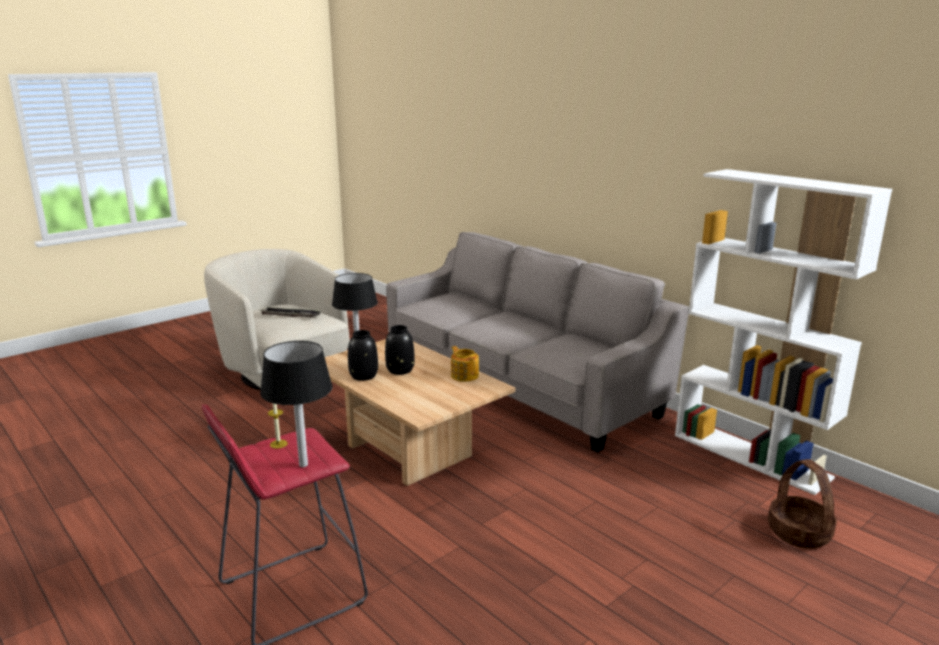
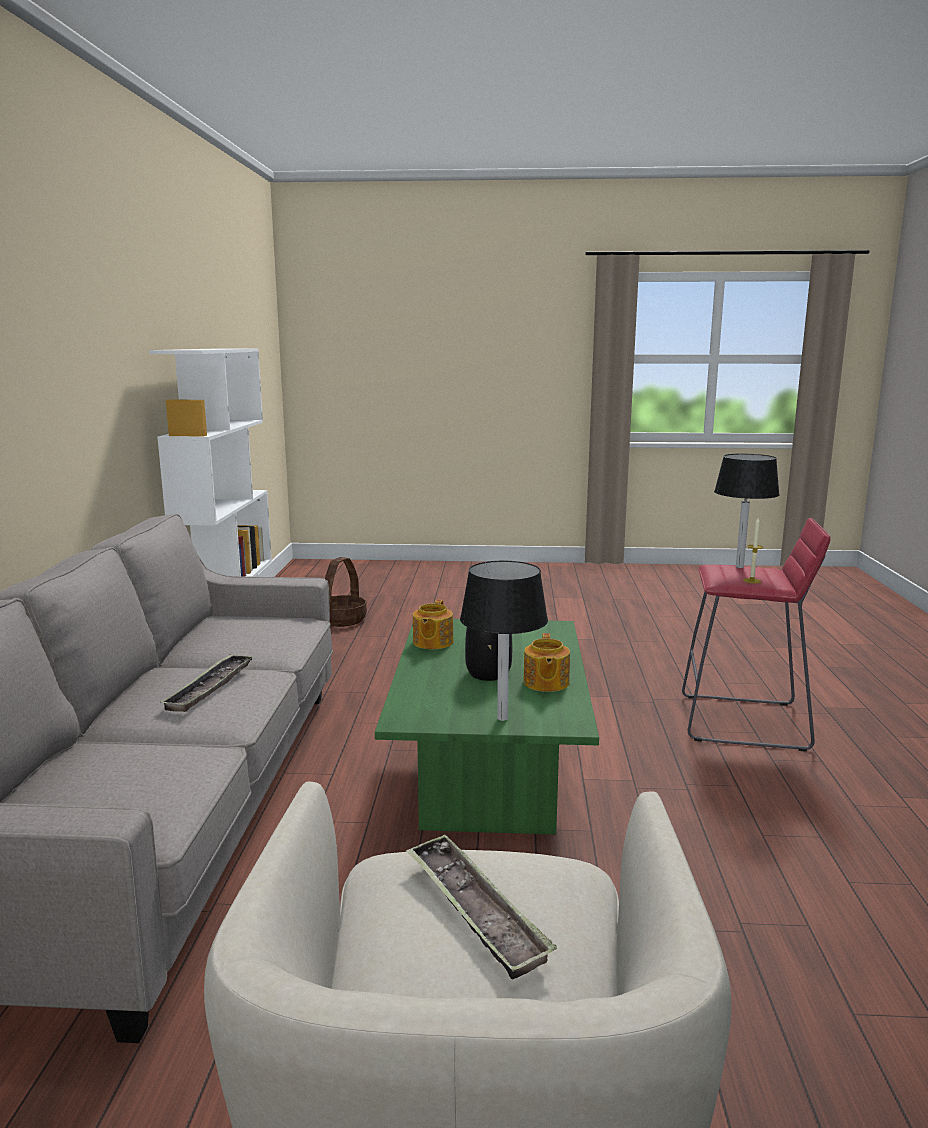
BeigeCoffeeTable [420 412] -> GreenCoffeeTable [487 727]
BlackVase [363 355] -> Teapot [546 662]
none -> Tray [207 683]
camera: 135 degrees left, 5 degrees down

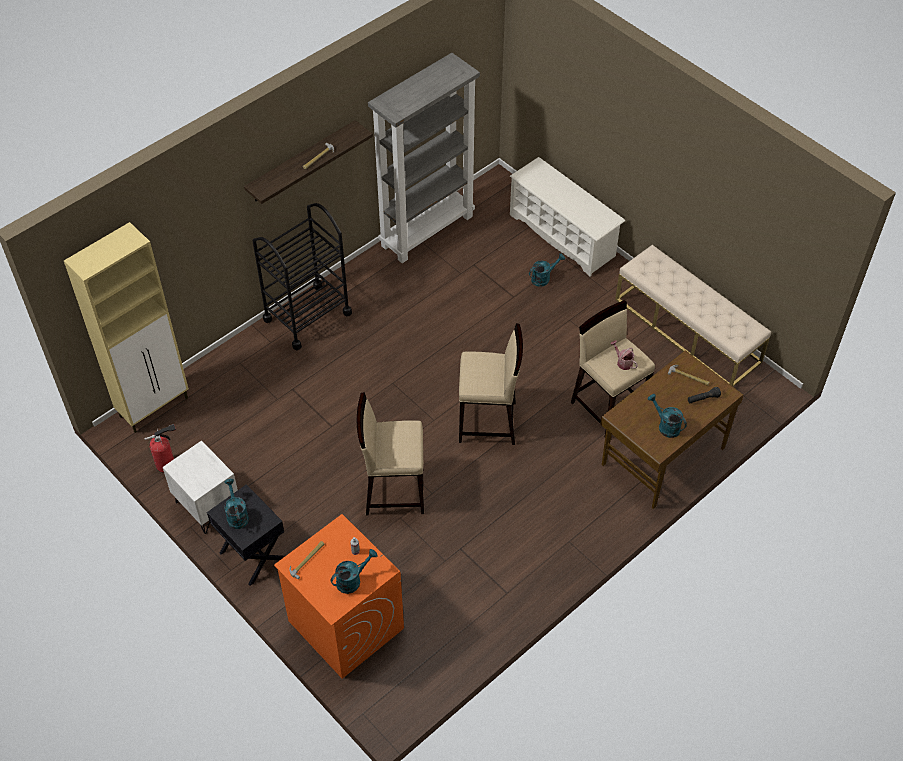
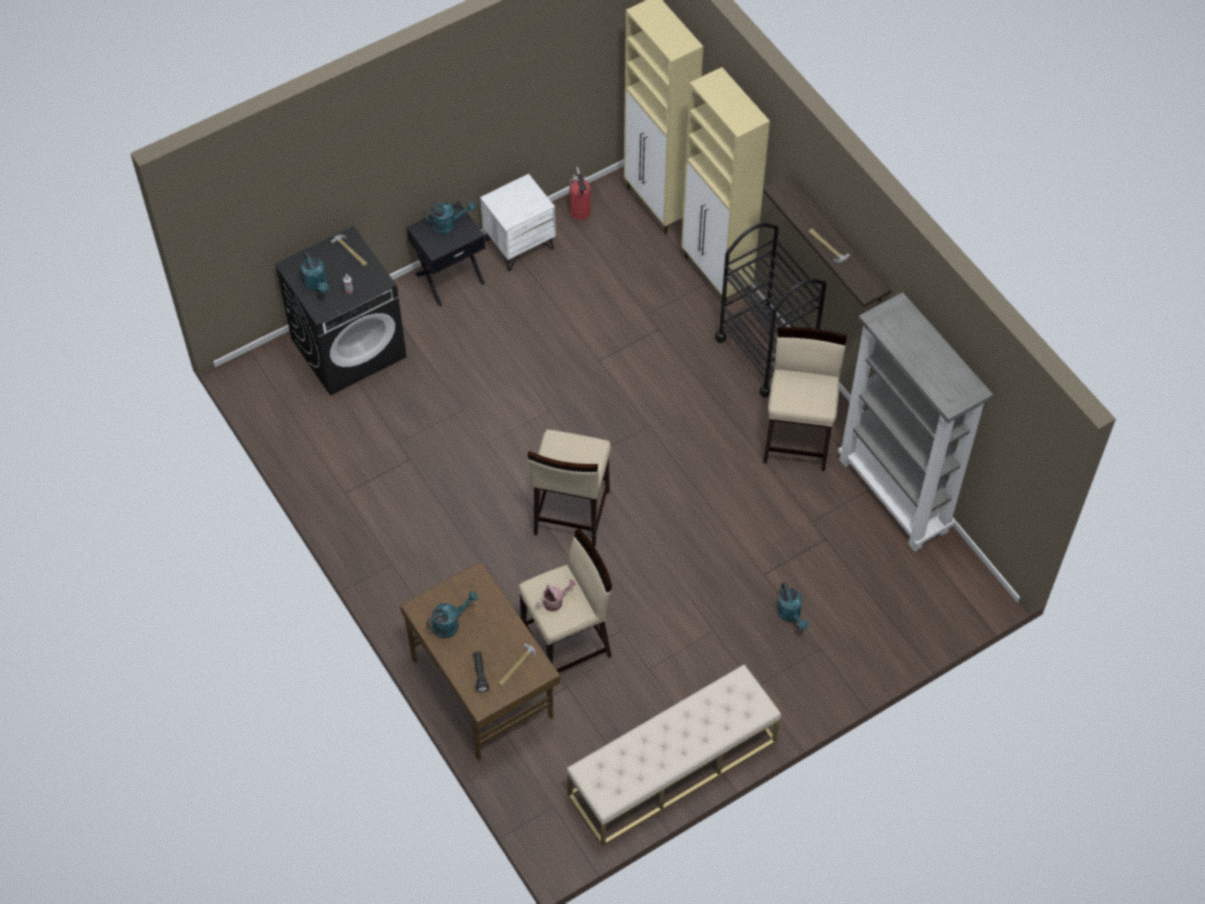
OrangeWashingMachine [339 596] -> BlackWashingMachine [341 311]
BeigeStool [390 453] -> BeigeStool [805 399], move
WhiteShoeRack [567 217] -> none
none -> BeigeCabinet [725 185]
camera: 100 degrees right, 5 degrees up

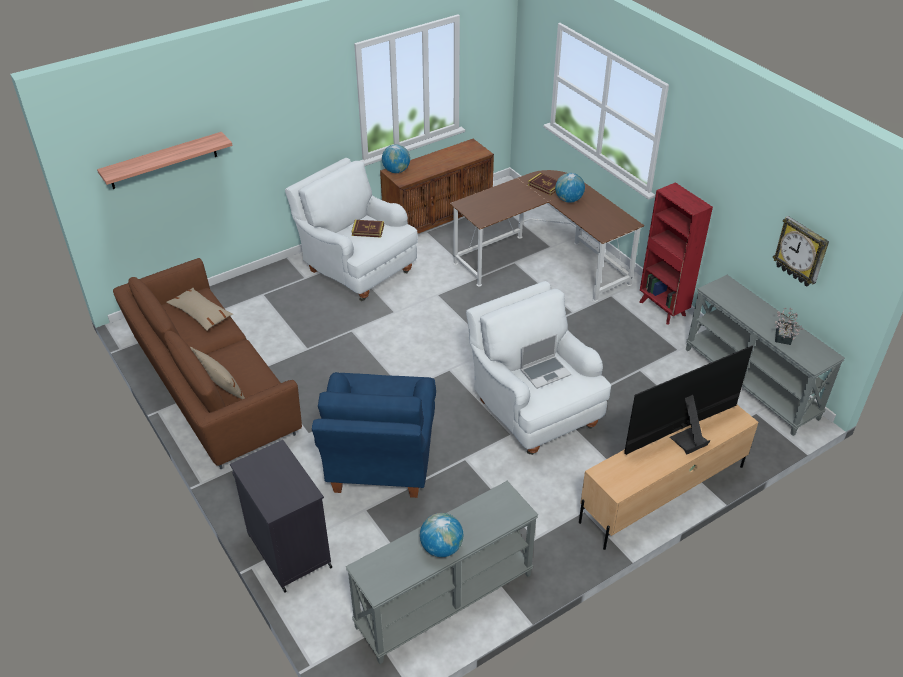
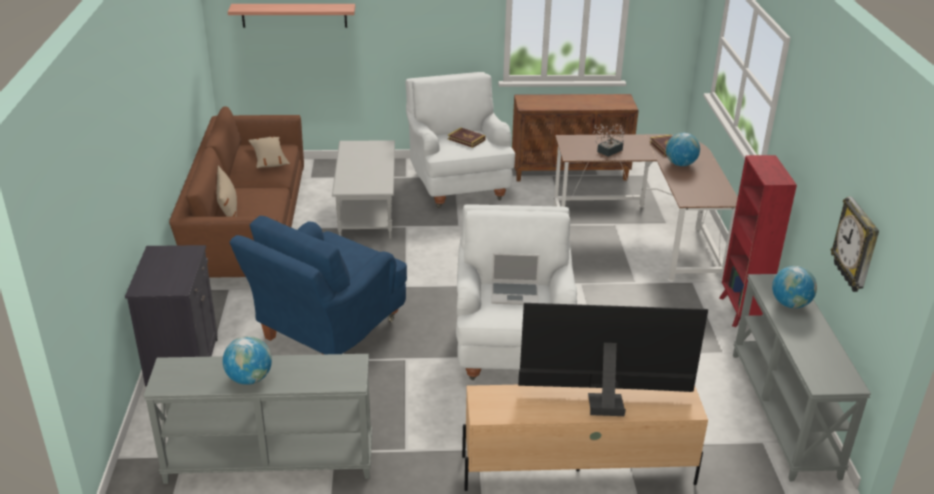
Globe [396 158] -> Globe [794 287], move
PottedPlant [789 326] -> PottedPlant [609 140], move
none -> GreyCoffeeTable [363 189]
camera: 30 degrees right, 10 degrees down

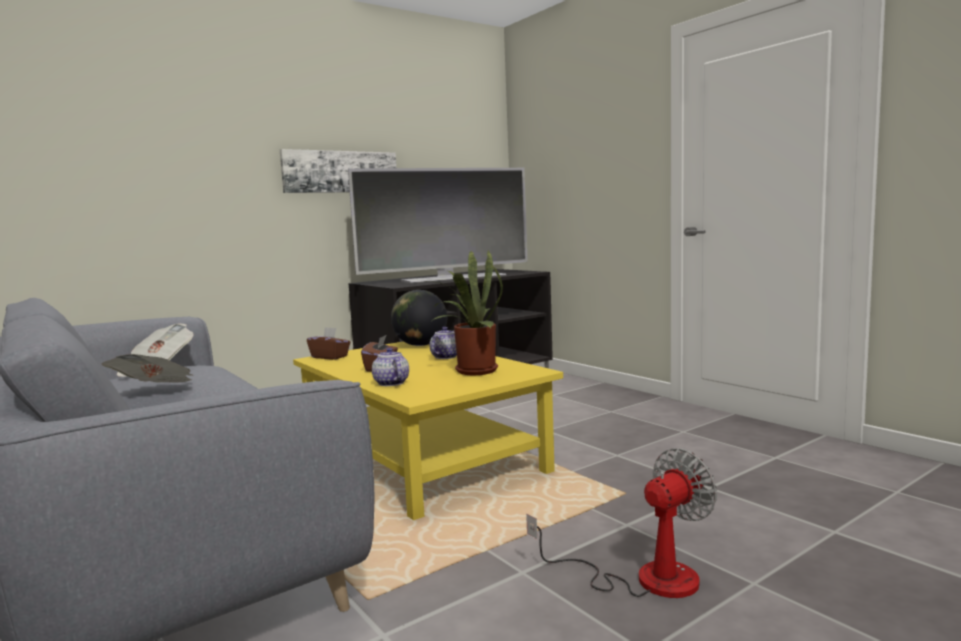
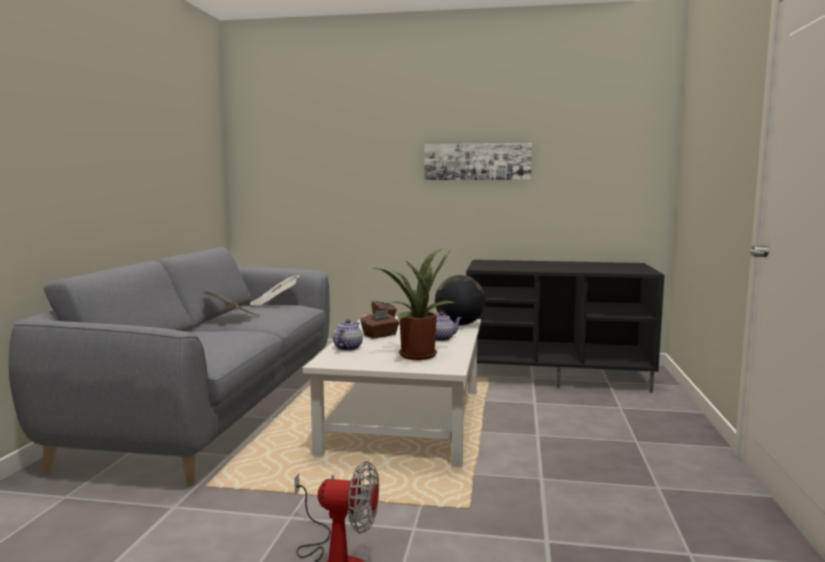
YellowCoffeeTable [428 430] -> WhiteCoffeeTable [392 391]
Television [438 226] -> none
camera: 45 degrees right, 0 degrees up

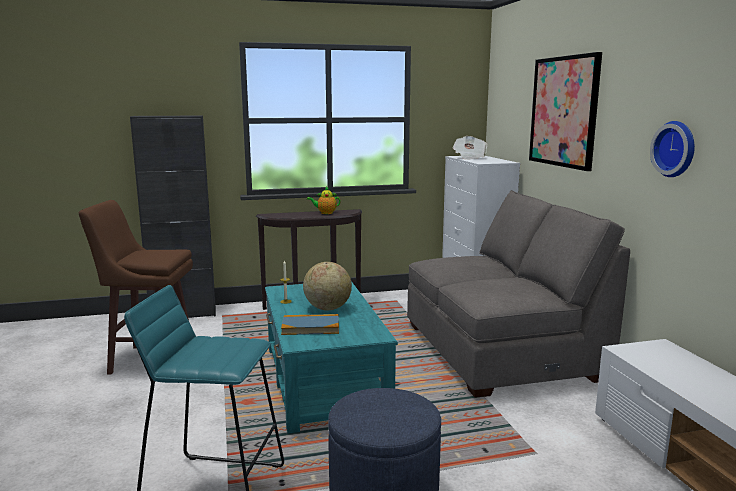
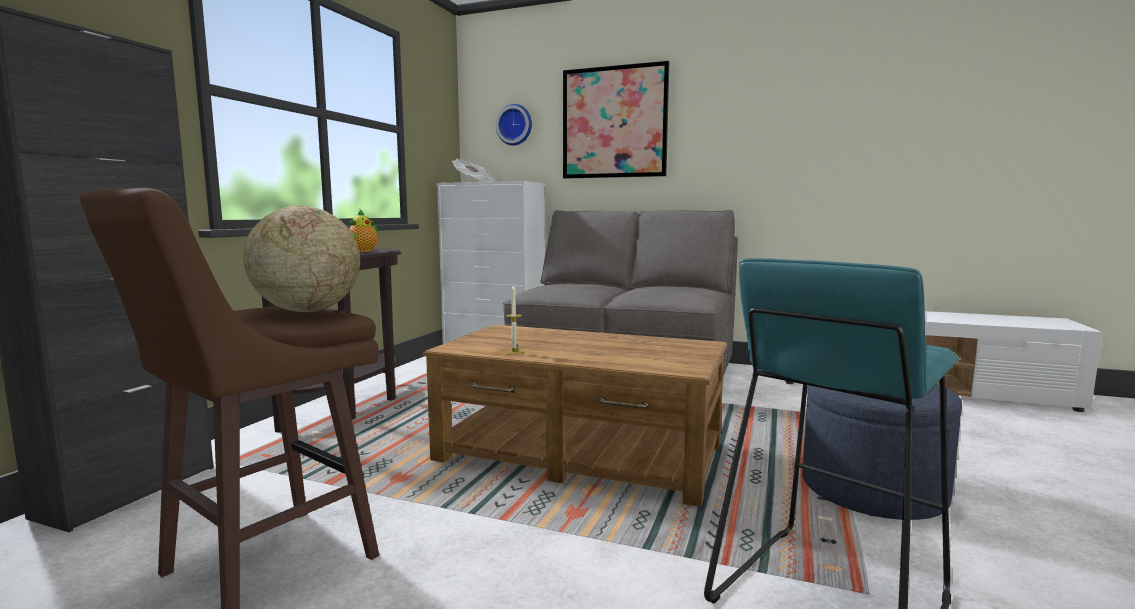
TurquoiseCoffeeTable [331 357] -> BrownCoffeeTable [575 416]
Book [310 324] -> none
Globe [327 286] -> Globe [301 259], move
WallClock [672 149] -> WallClock [514 124], move
camera: 55 degrees left, 5 degrees down

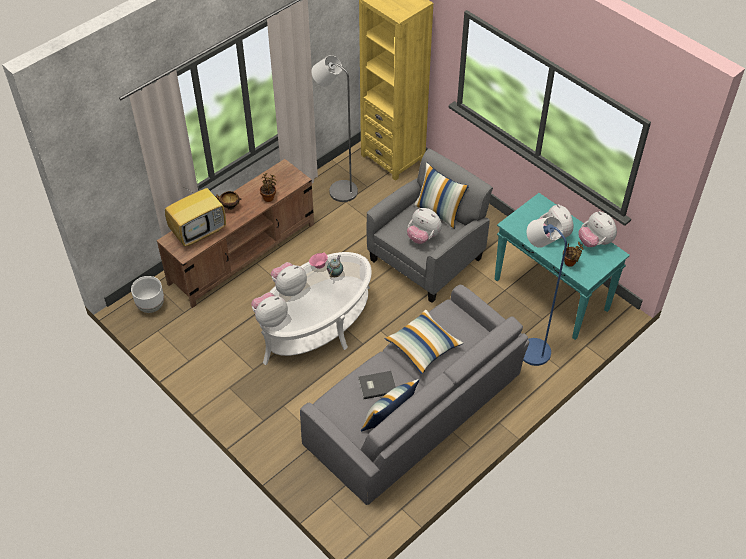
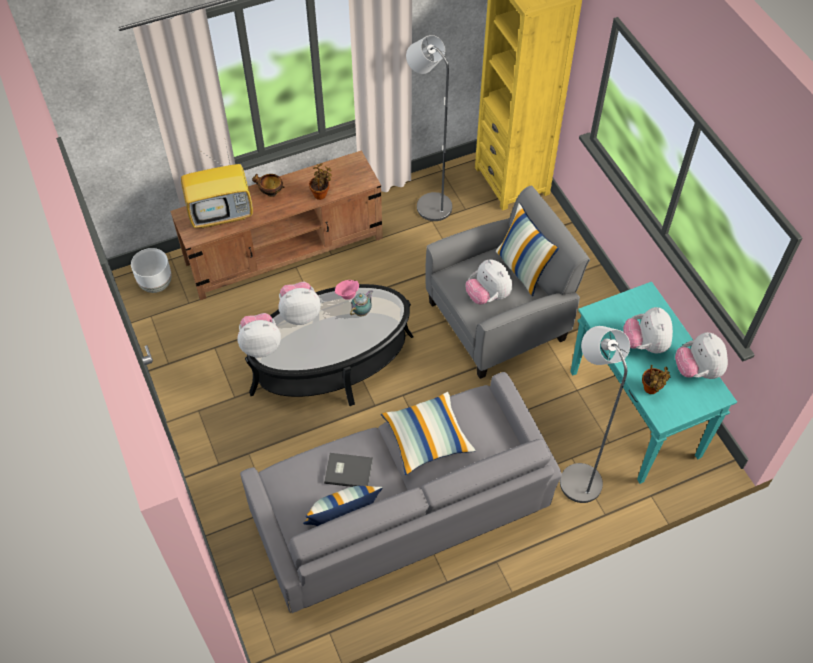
WhiteCoffeeTable [316 308] -> BlackCoffeeTable [329 345]
BlueFloorLamp [545 291] -> GreyFloorLamp [595 414]
camera: 20 degrees right, 5 degrees up

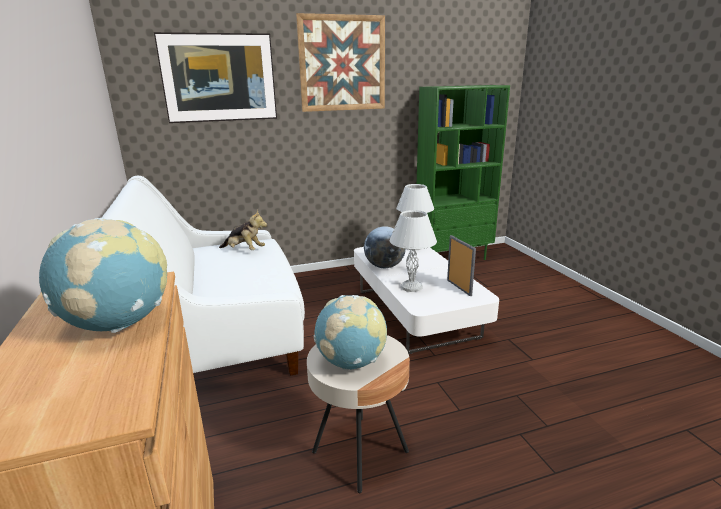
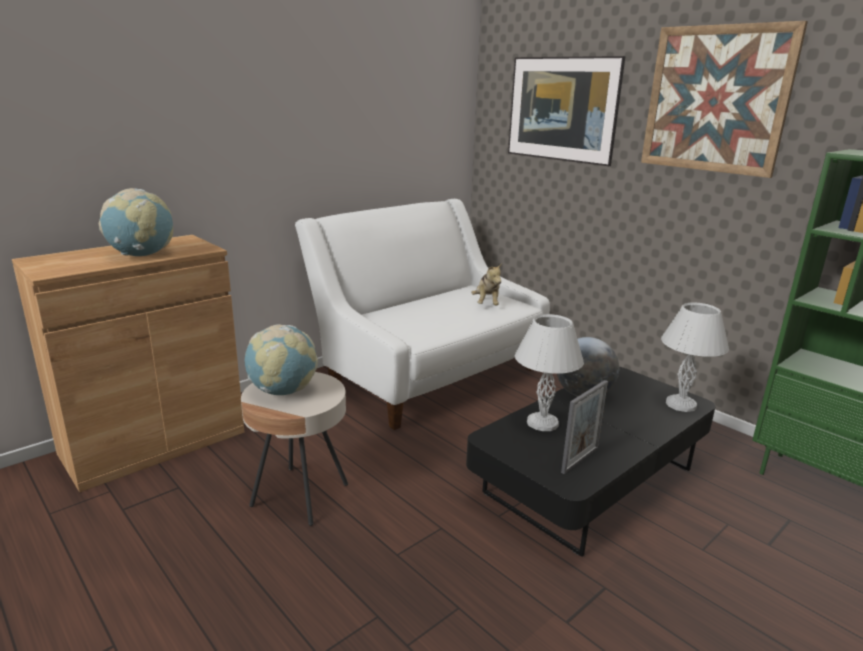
WhiteCoffeeTable [426 300] -> BlackCoffeeTable [591 462]
camera: 65 degrees right, 0 degrees up

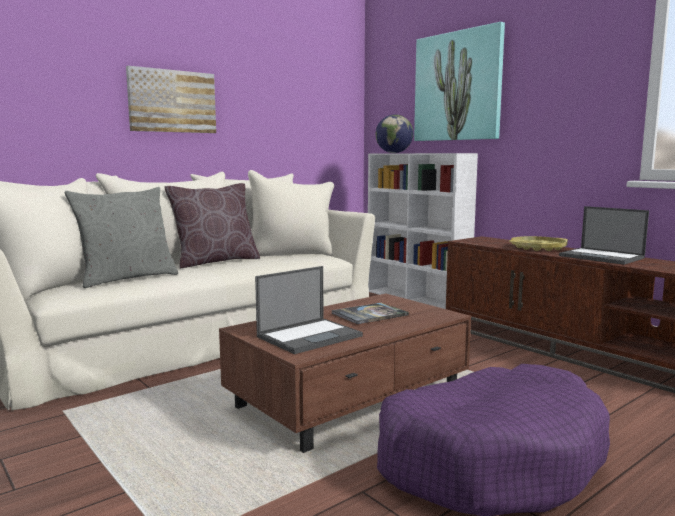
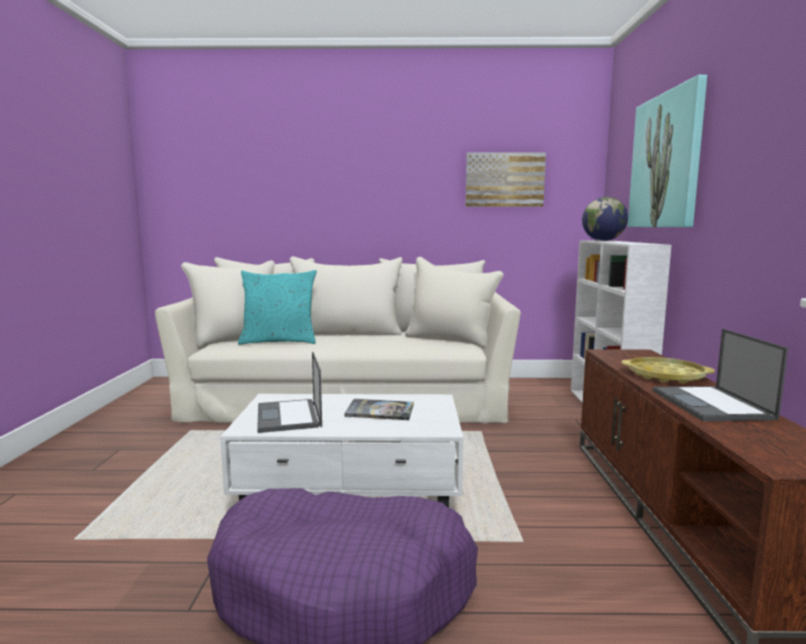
GreyPillow [121 237] -> TurquoisePillow [277 307]
Picture [171 99] -> Picture [506 179], move
BrownPillow [212 225] -> none
BrownCoffeeTable [345 373] -> WhiteCoffeeTable [341 450]
Laptop [309 310] -> Laptop [289 392], 75 degrees clockwise
camera: 40 degrees right, 0 degrees up

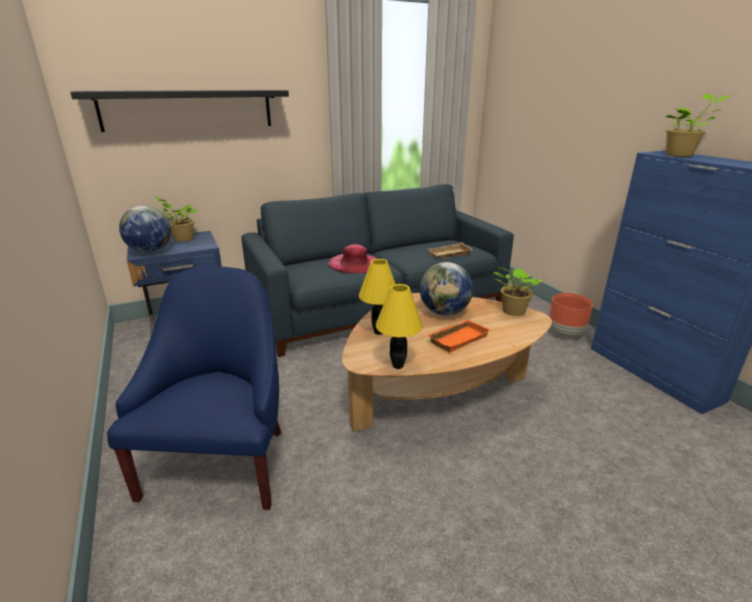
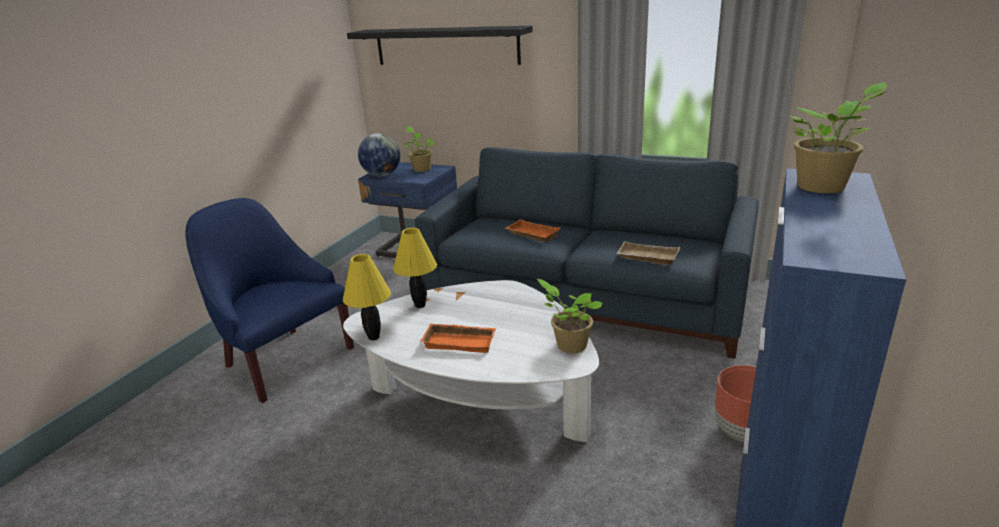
BlueArmchair [194 388] -> BlueArmchair [270 300], 105 degrees counterclockwise
PinkHat [352 259] -> OrangeTray [533 230]
BrownCoffeeTable [447 362] -> WhiteCoffeeTable [471 361]
Globe [446 289] -> none
camera: 50 degrees right, 0 degrees up

